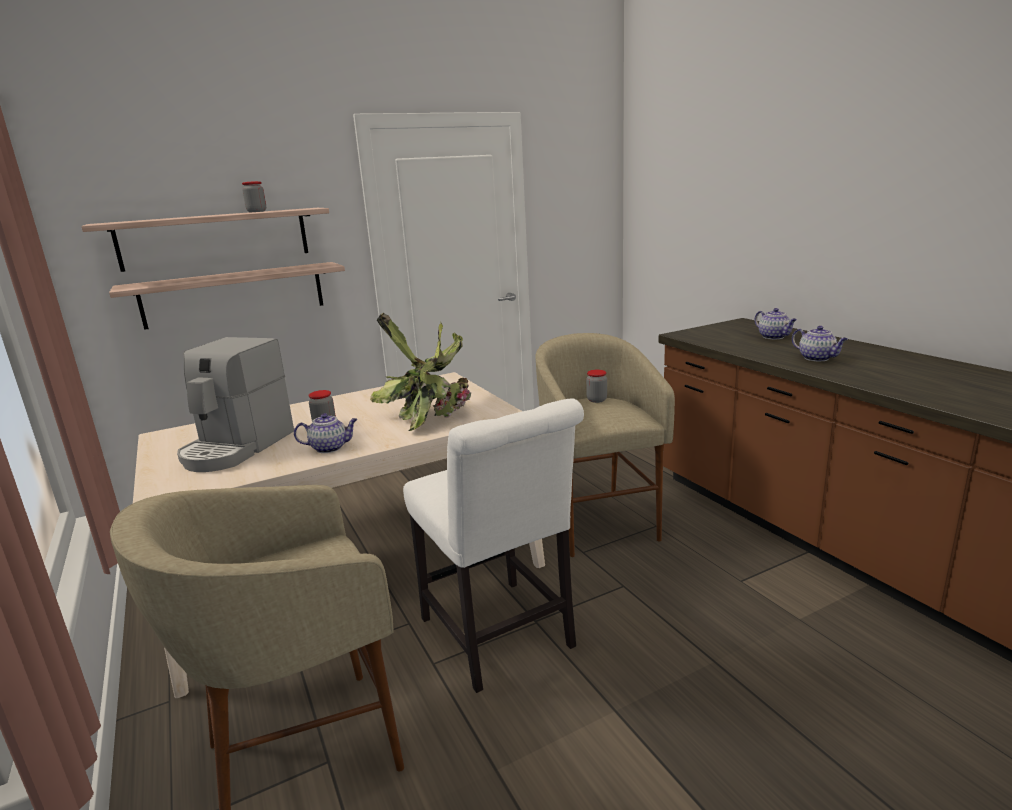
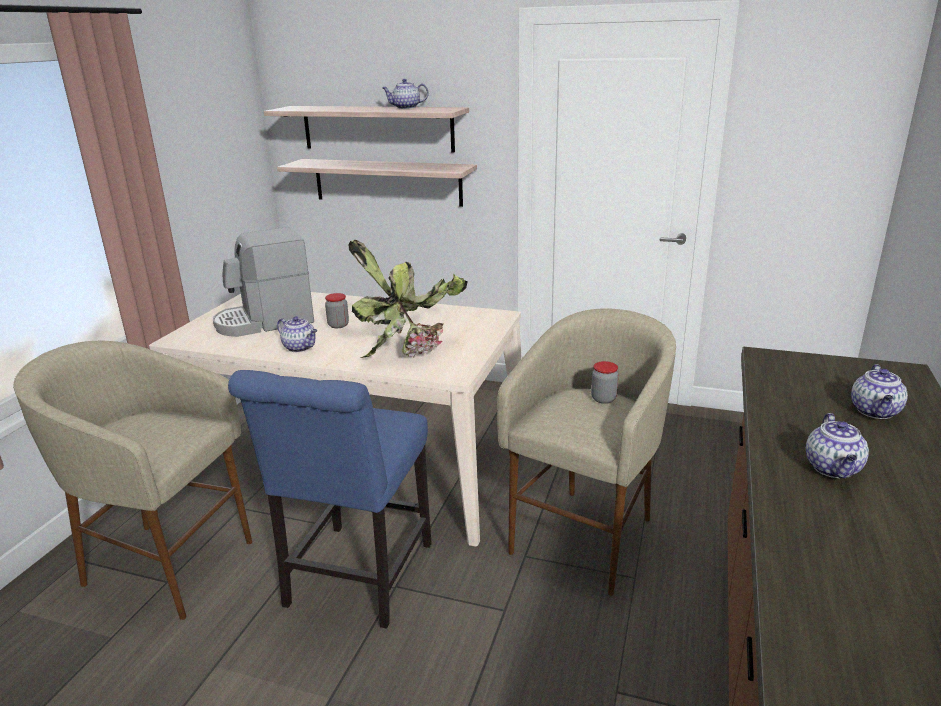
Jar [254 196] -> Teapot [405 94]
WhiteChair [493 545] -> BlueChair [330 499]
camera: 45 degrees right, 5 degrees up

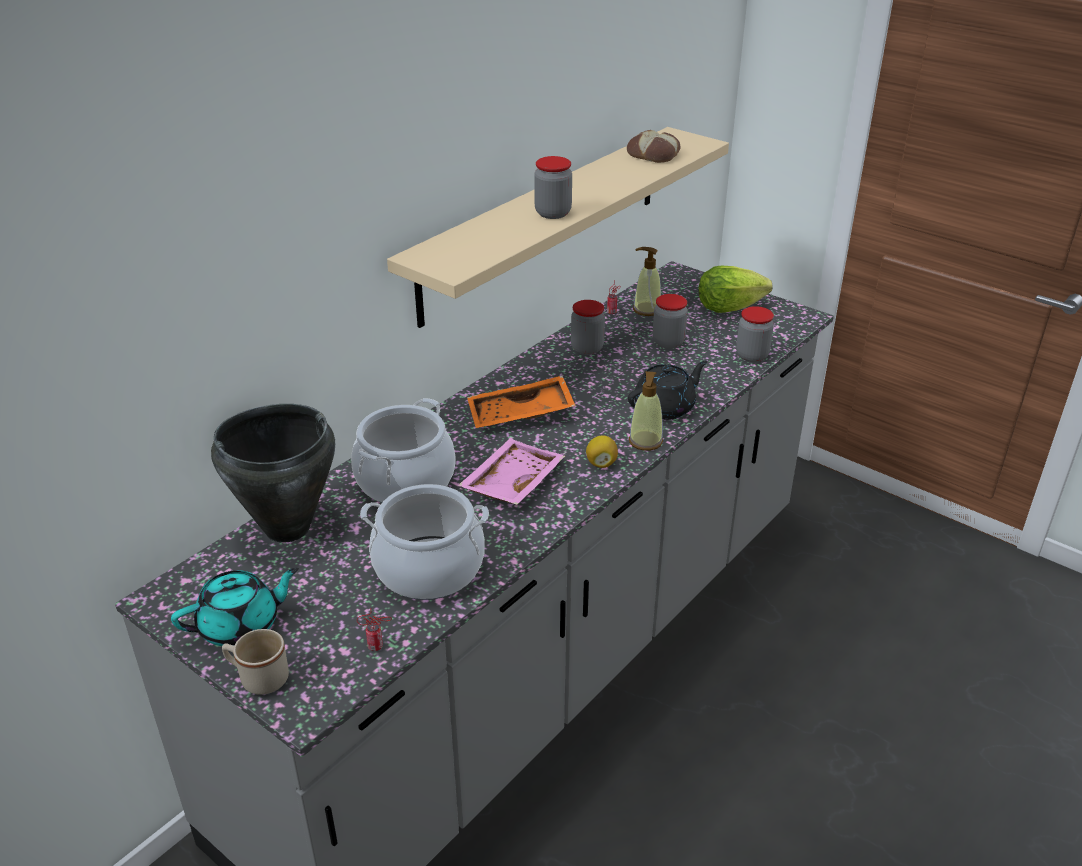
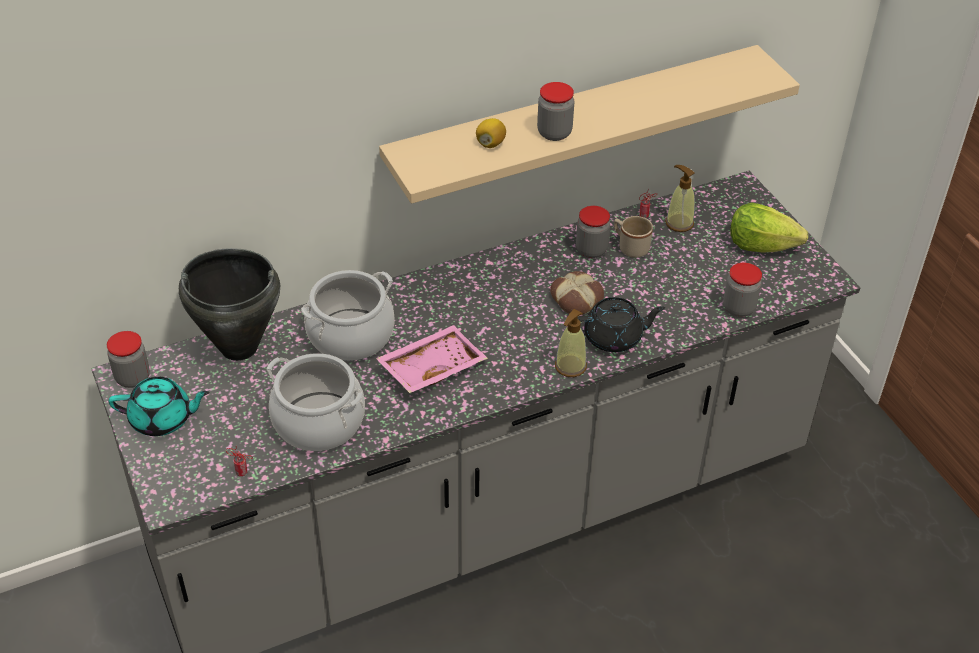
BeigeMug [255 662] -> BeigeMug [633 237], move
OrangeTray [521 402] -> none
Lemon [602 451] -> Lemon [491 133], move
Bread [654 146] -> Bread [577 292], move
Jar [670 321] -> Jar [128 359], move
camera: 25 degrees right, 10 degrees up

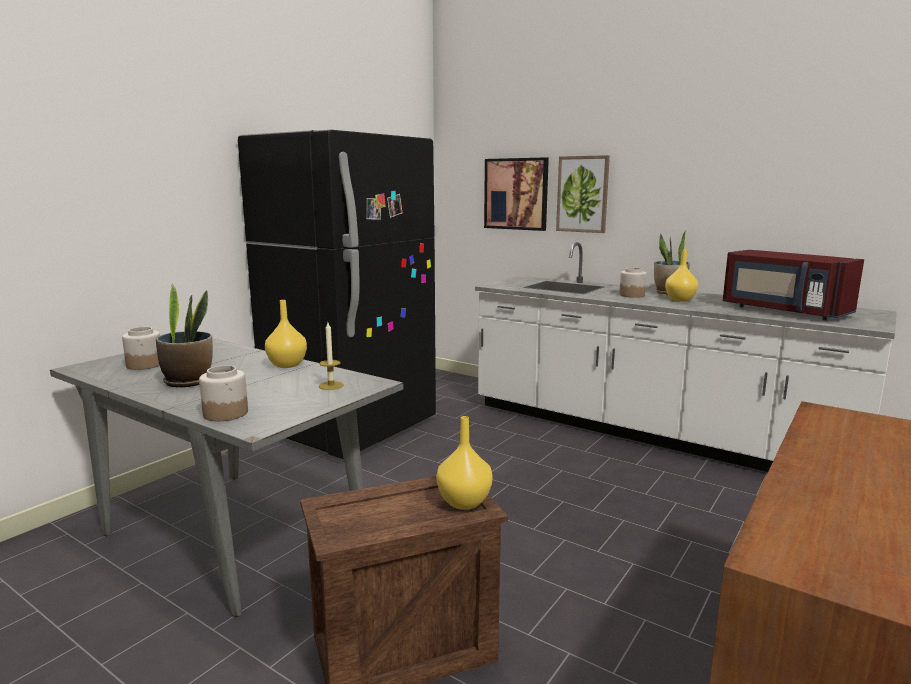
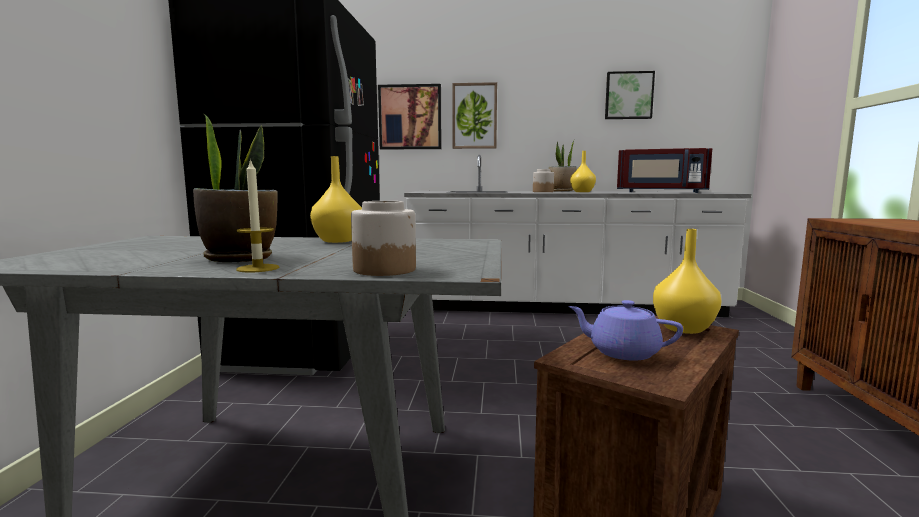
Jar [141 348] -> none
Candle [331 356] -> Candle [257 215], move
none -> PurpleTeapot [625 330]
none -> Picture [630 95]
camera: 30 degrees left, 5 degrees down

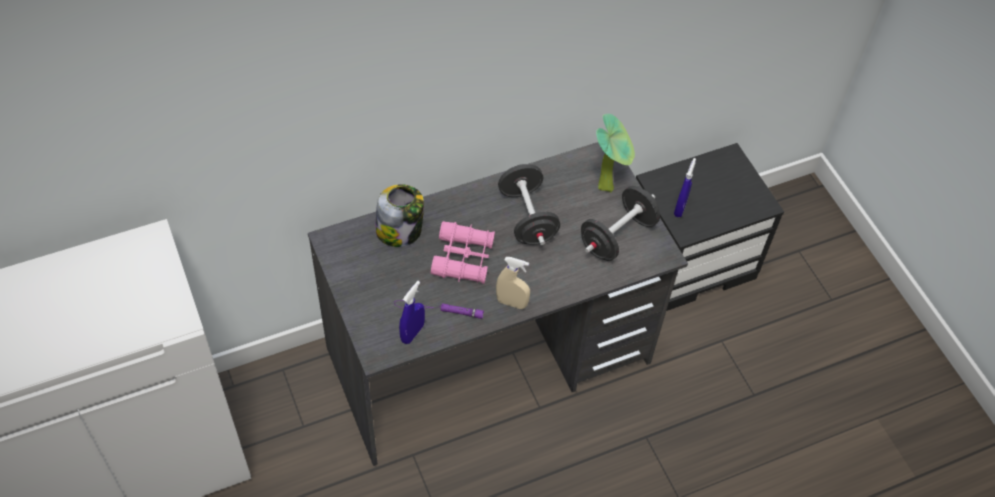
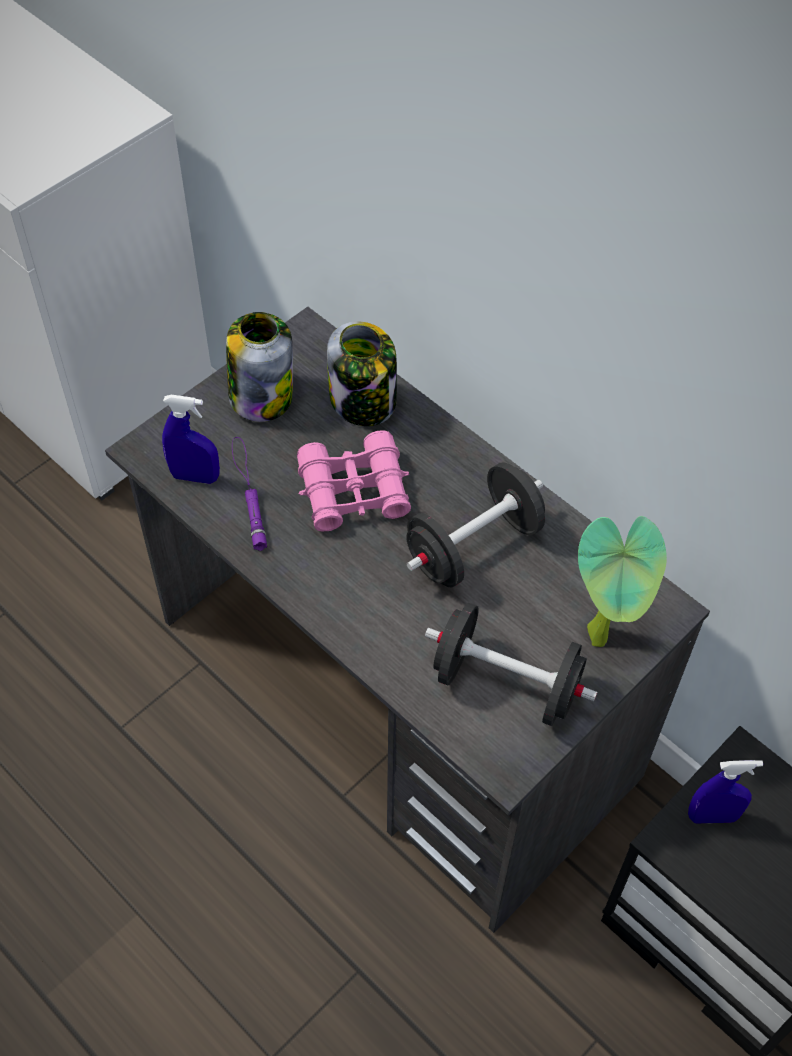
BeigeSprayBottle [513 283] -> none
none -> Jar [259 367]
camera: 70 degrees right, 0 degrees up

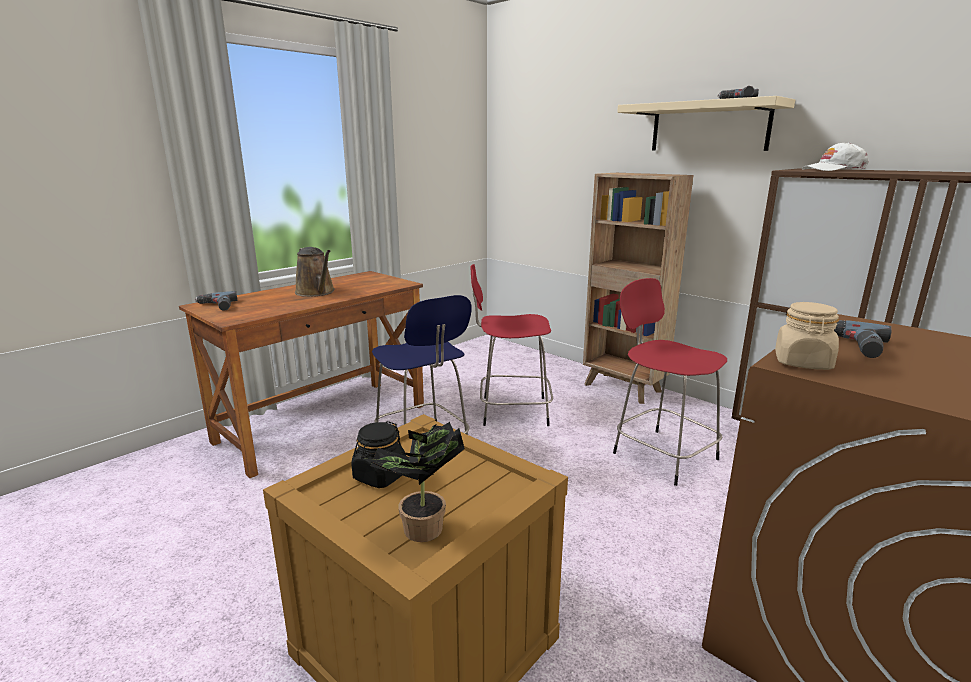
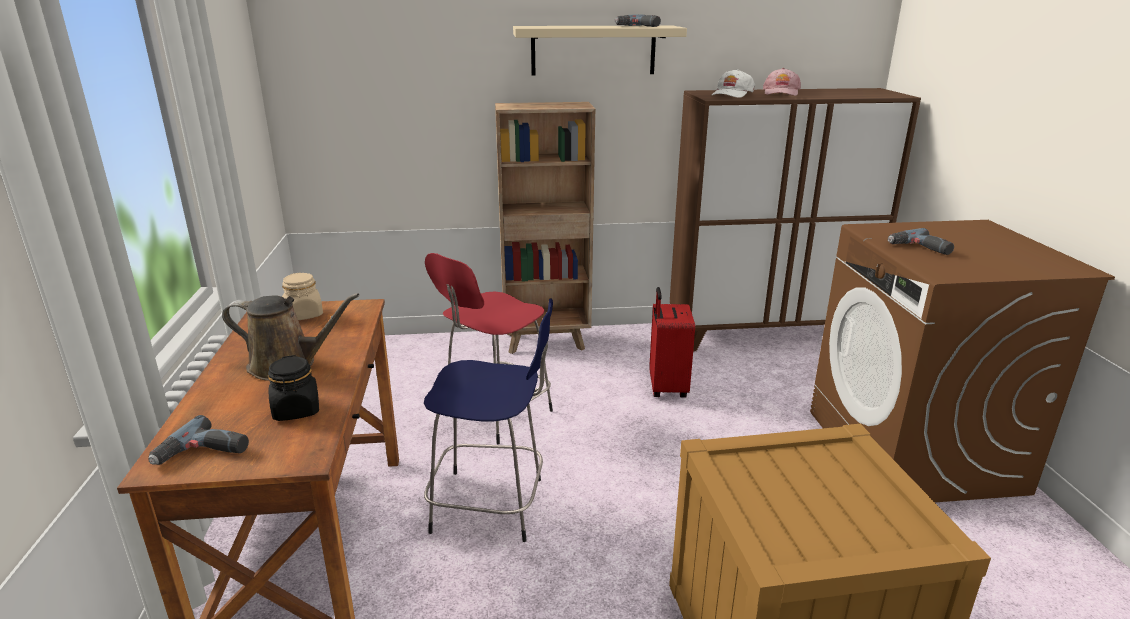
BlackJar [378 454] -> BlackJar [293 388], move
PottedPlant [415 482] -> none
RedStool [670 382] -> RedSuitcase [672 342]
BeigeJar [807 336] -> BeigeJar [302 296], move
none -> PinkCap [782 82]
camera: 50 degrees left, 5 degrees up

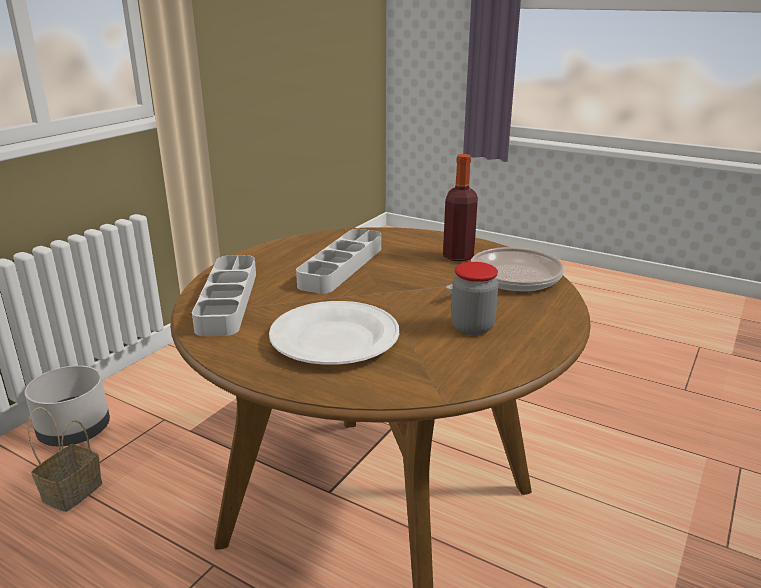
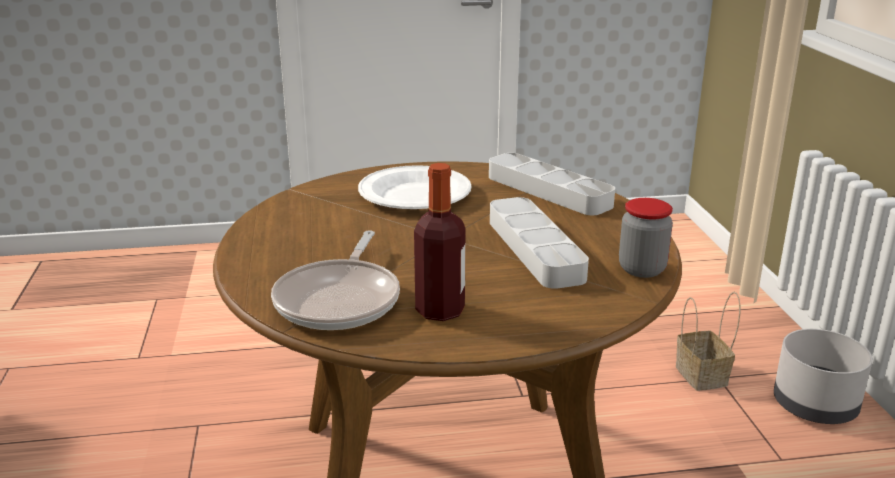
Jar [475 298] -> Jar [646 238], move
camera: 140 degrees right, 0 degrees up

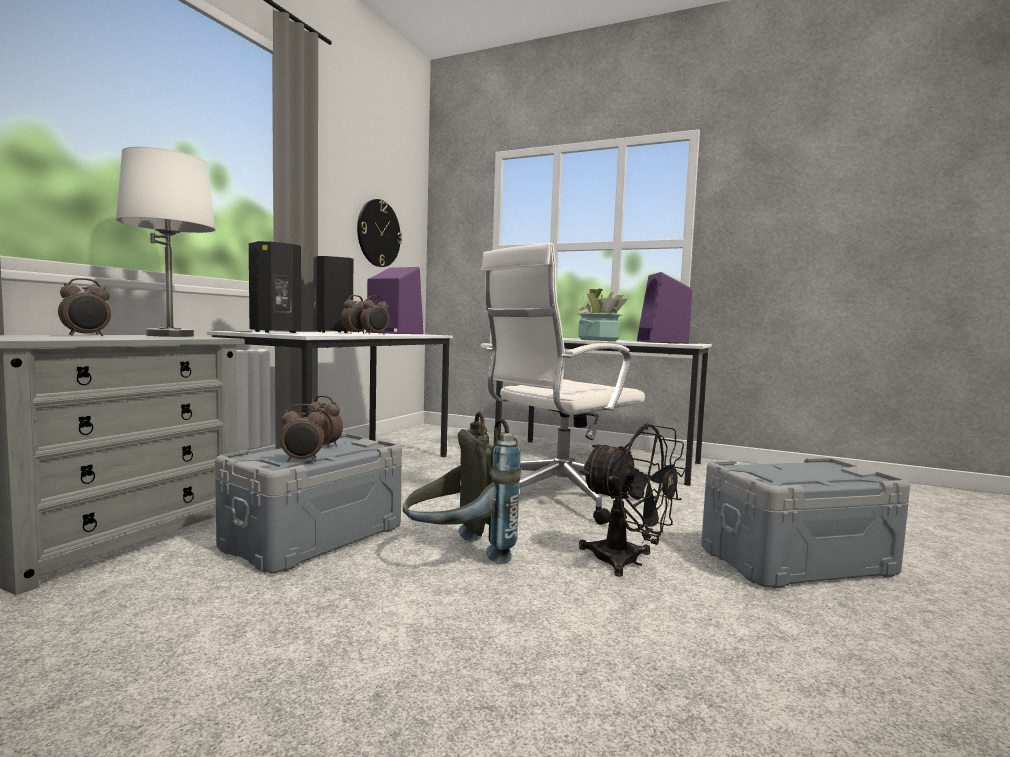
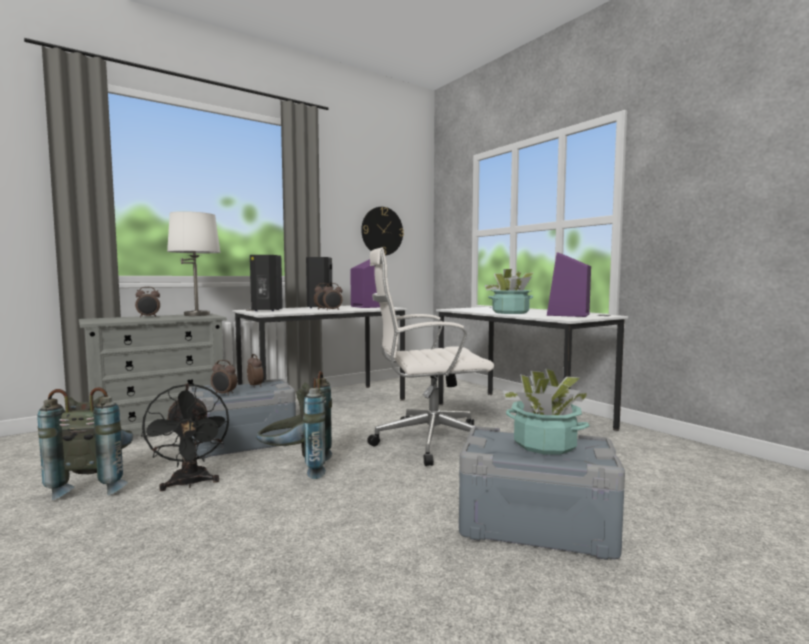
BlackFan [632 500] -> BlackFan [185 437], move
none -> GreyBackpack [85 443]
none -> PottedPlant [547 411]
camera: 30 degrees right, 0 degrees up

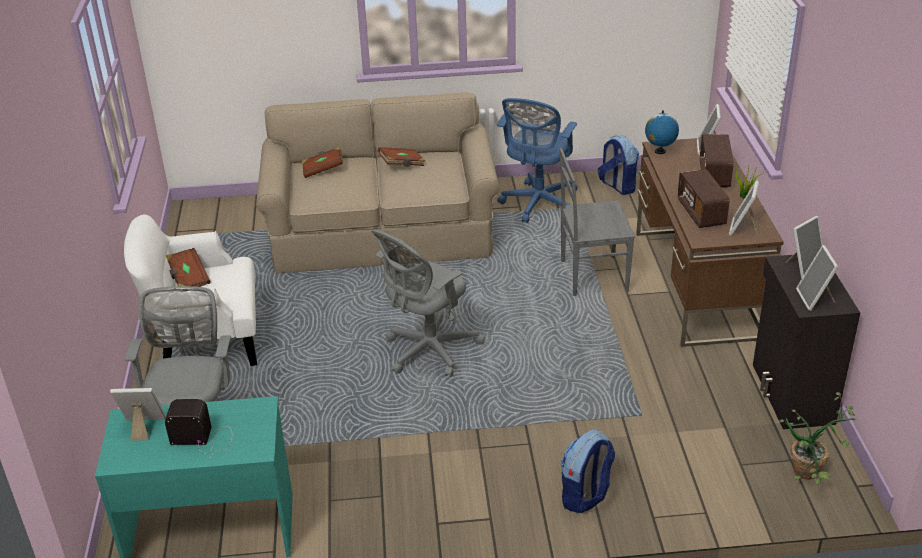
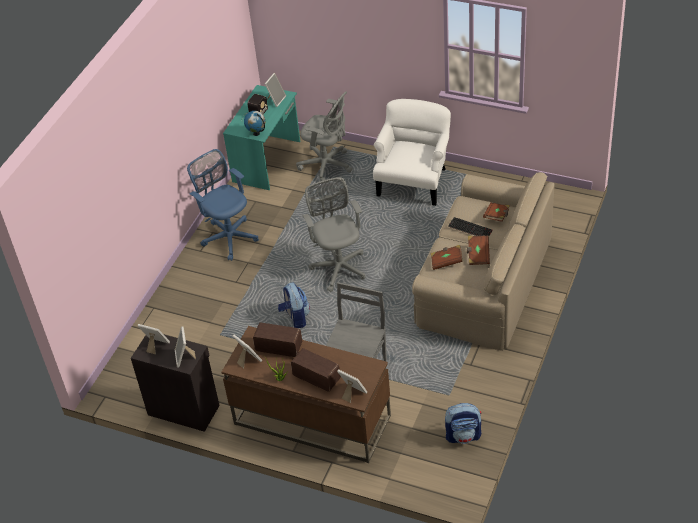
BrownBook [188 267] -> BrownBook [447 257], move
BlueOfficeChair [537 160] -> BlueOfficeChair [223 205], move
Backpack [588 471] -> Backpack [294 305], move
Globe [662 132] -> Globe [254 123], move
PottedPlant [817 438] -> none
none -> Keyboard [470 226]
camera: 120 degrees right, 10 degrees up

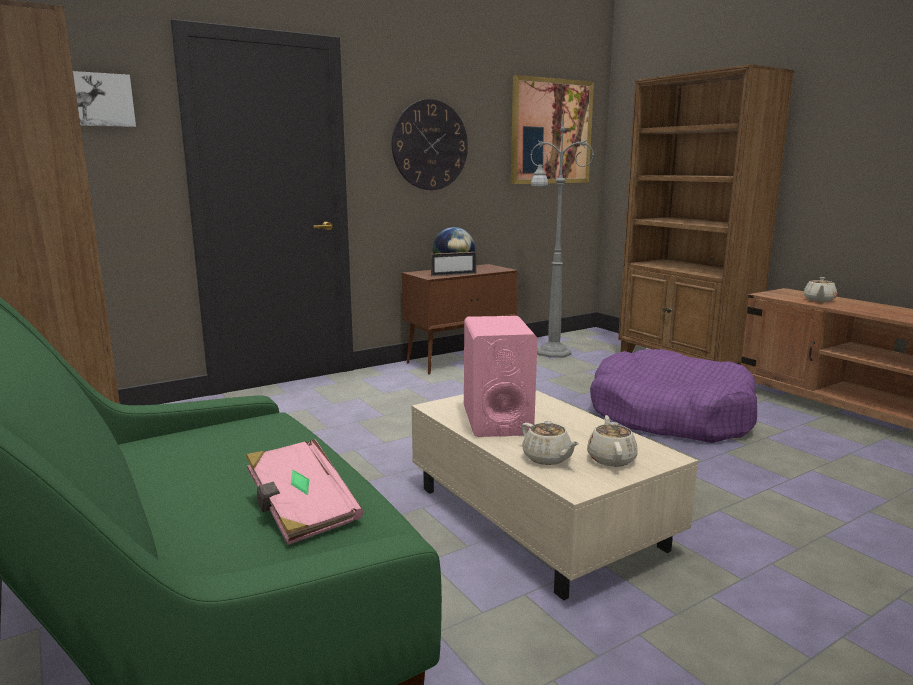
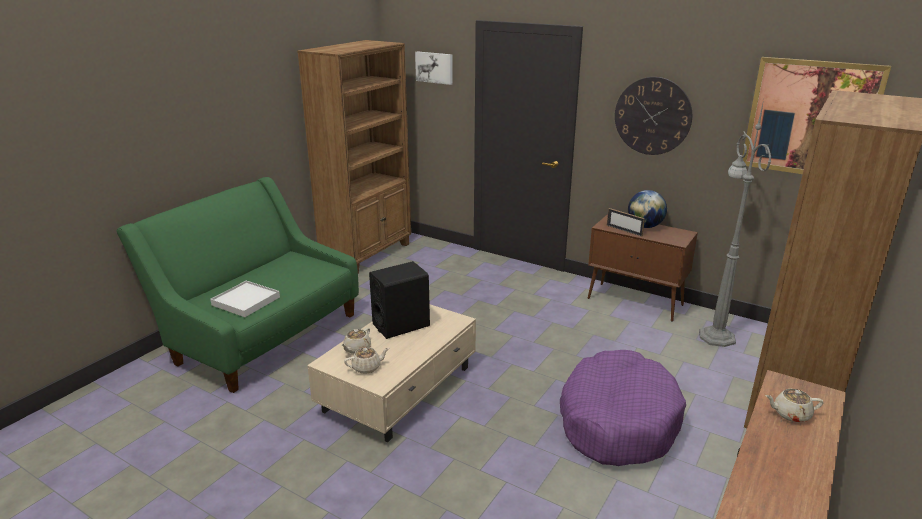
PinkBook [304 492] -> WhiteTray [245 299]
PinkSpeaker [501 376] -> BlackSpeaker [399 300]
camera: 65 degrees right, 10 degrees up

